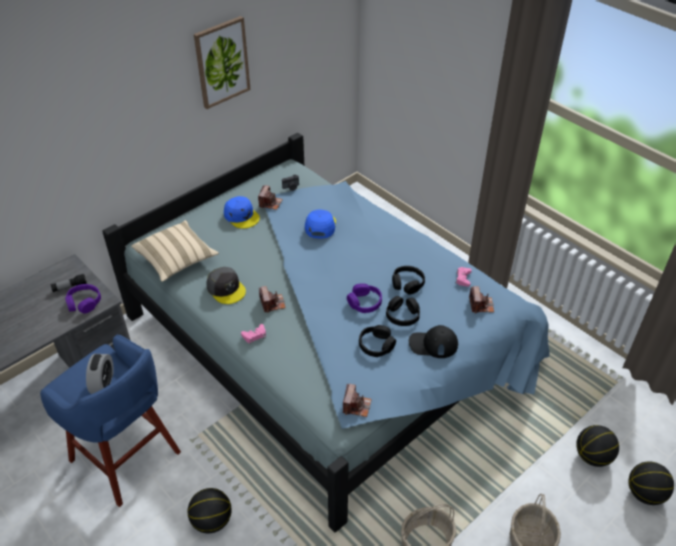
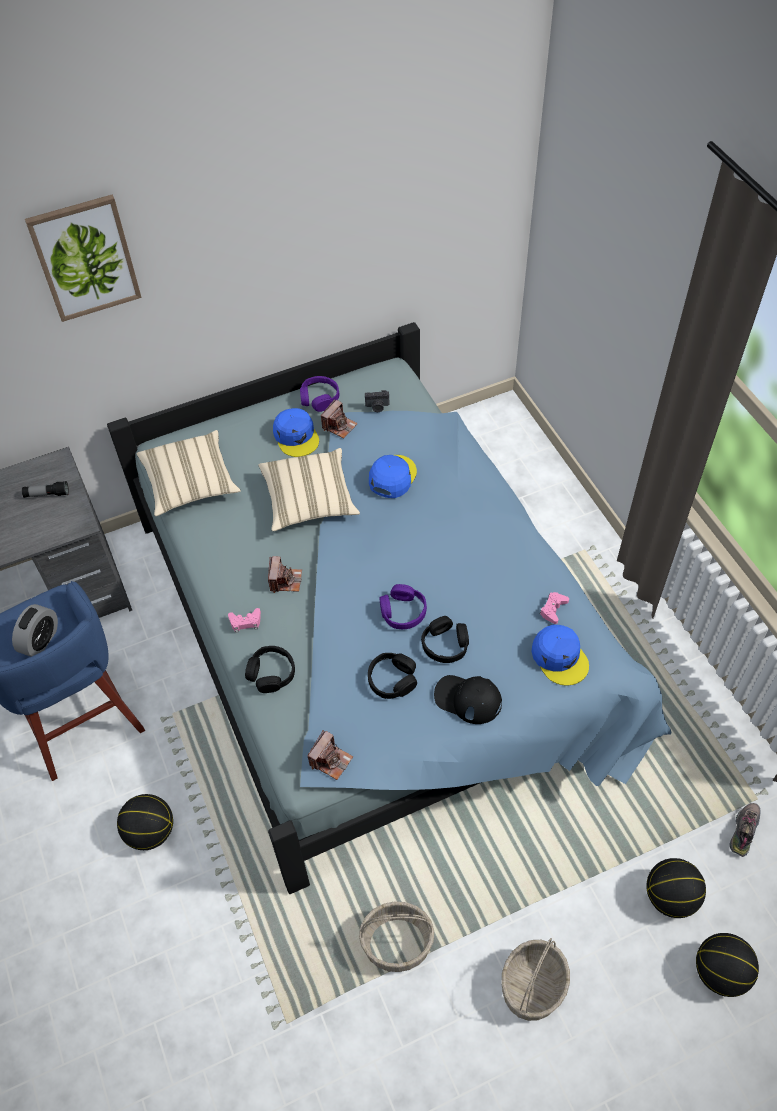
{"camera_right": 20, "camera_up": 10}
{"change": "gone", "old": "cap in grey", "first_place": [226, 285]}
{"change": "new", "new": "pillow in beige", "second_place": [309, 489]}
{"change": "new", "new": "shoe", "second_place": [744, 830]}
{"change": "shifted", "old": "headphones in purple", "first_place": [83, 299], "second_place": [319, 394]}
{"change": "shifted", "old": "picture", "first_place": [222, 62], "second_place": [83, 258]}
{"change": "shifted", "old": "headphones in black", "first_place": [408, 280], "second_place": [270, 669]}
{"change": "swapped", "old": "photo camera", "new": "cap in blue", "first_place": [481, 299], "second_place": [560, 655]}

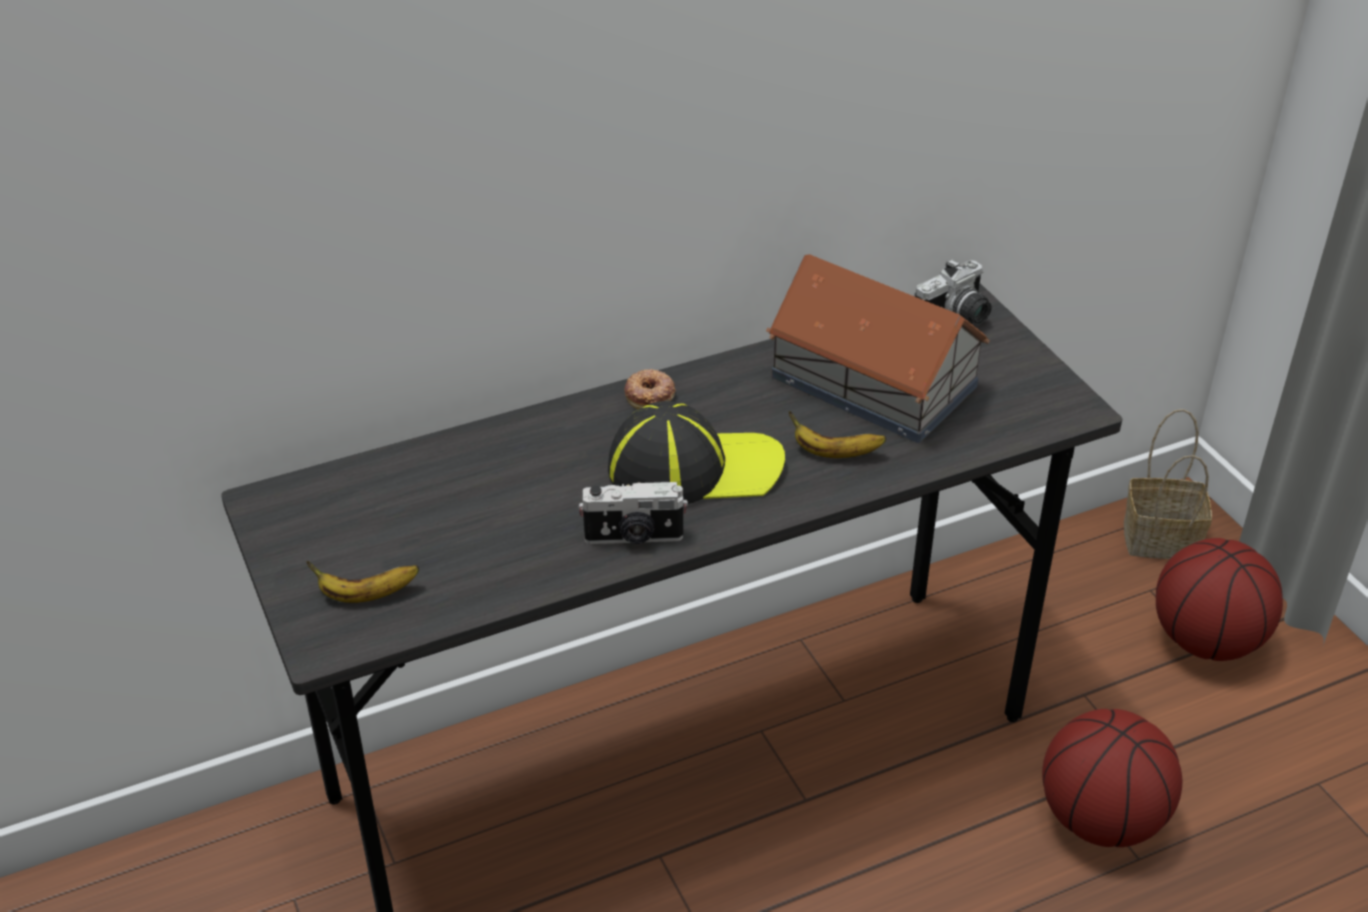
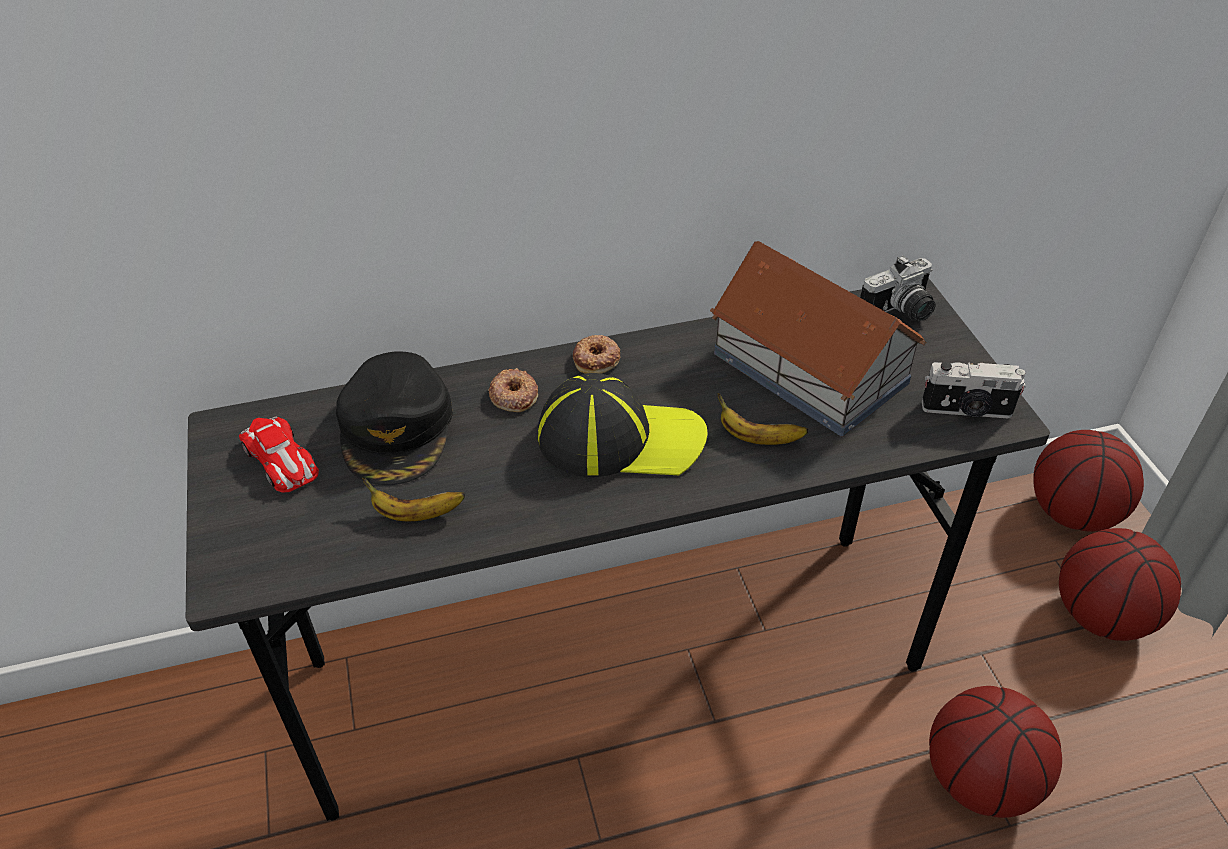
{"camera_right": 10, "camera_up": 5}
{"change": "new", "new": "toy car", "second_place": [279, 455]}
{"change": "new", "new": "cap in black", "second_place": [394, 418]}
{"change": "new", "new": "donut", "second_place": [513, 390]}
{"change": "shifted", "old": "banana", "first_place": [362, 582], "second_place": [413, 499]}
{"change": "shifted", "old": "photo camera", "first_place": [633, 512], "second_place": [974, 390]}
{"change": "swapped", "old": "basket", "new": "basketball", "first_place": [1168, 484], "second_place": [1089, 481]}

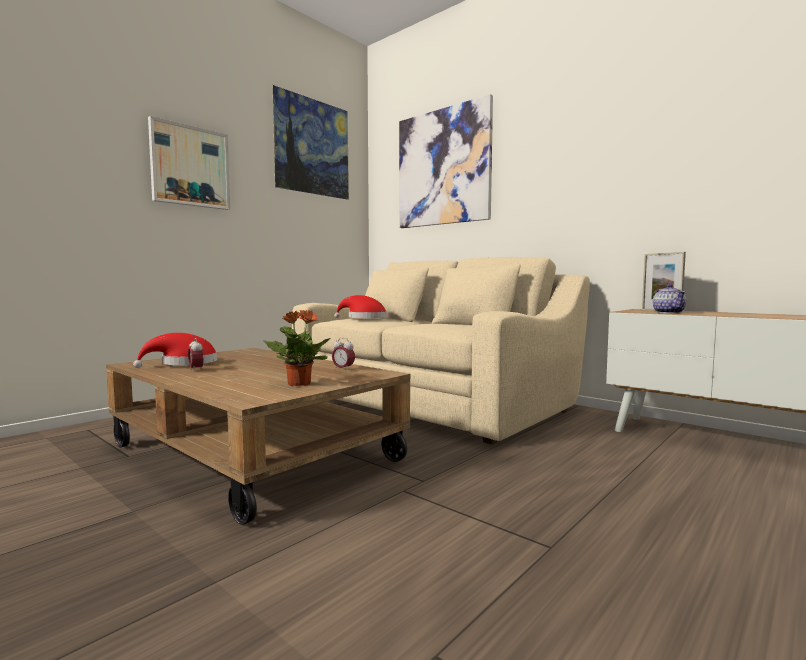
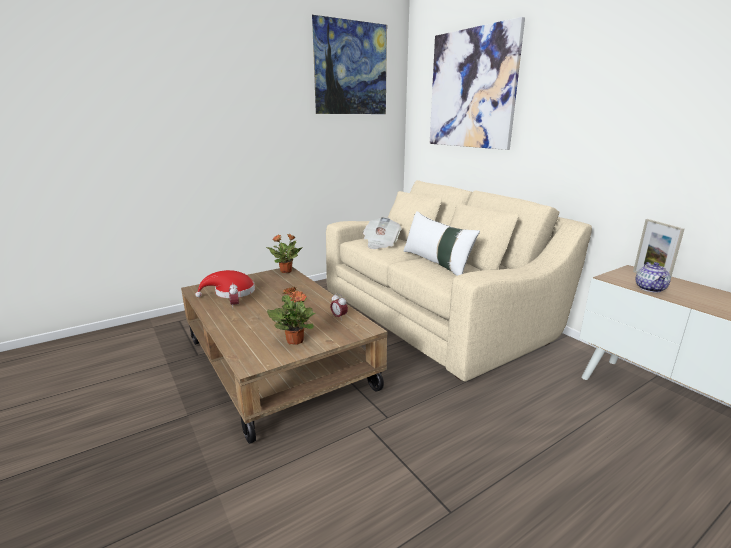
{"camera_right": 15, "camera_up": 15}
{"change": "gone", "old": "picture", "first_place": [189, 163]}
{"change": "new", "new": "potted plant", "second_place": [284, 253]}
{"change": "new", "new": "pillow in white", "second_place": [441, 243]}
{"change": "swapped", "old": "hat in red", "new": "newspaper", "first_place": [360, 306], "second_place": [382, 233]}

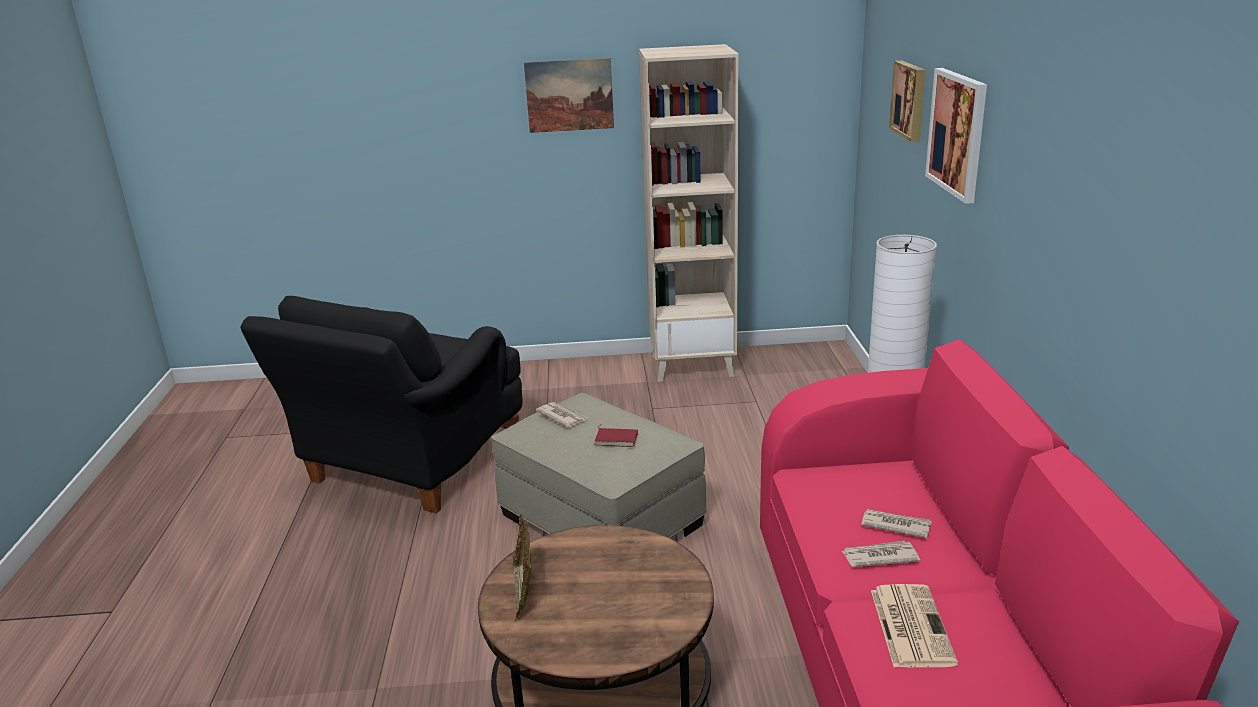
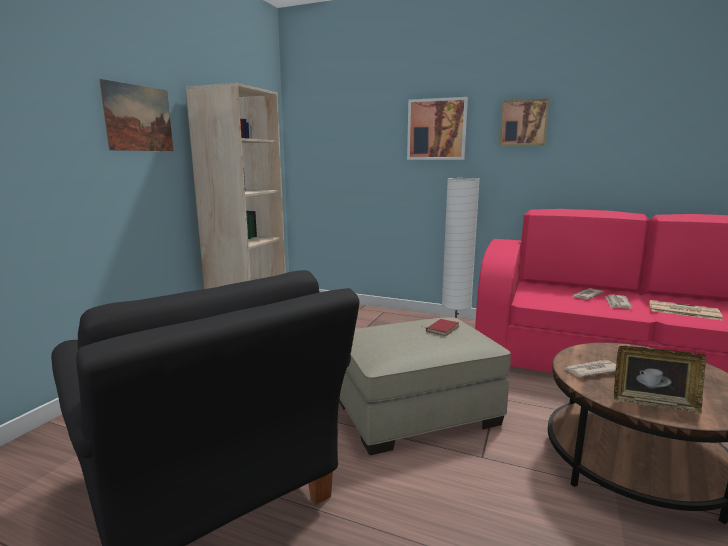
{"camera_right": -65, "camera_up": -10}
{"change": "shifted", "old": "newspaper", "first_place": [562, 415], "second_place": [590, 368]}
{"change": "shifted", "old": "picture", "first_place": [907, 101], "second_place": [524, 122]}

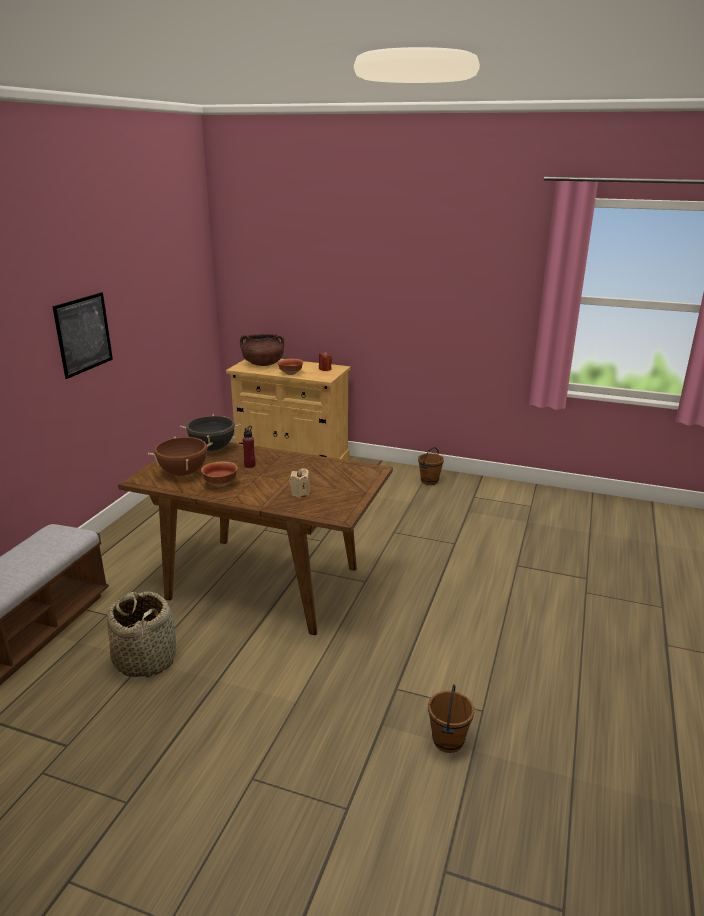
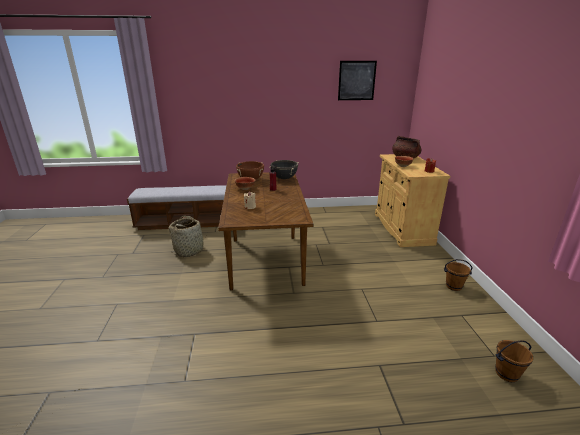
{"camera_right": 65, "camera_up": 0}
{"change": "shifted", "old": "picture", "first_place": [82, 335], "second_place": [357, 80]}
{"change": "shifted", "old": "bucket in brown", "first_place": [451, 718], "second_place": [514, 361]}

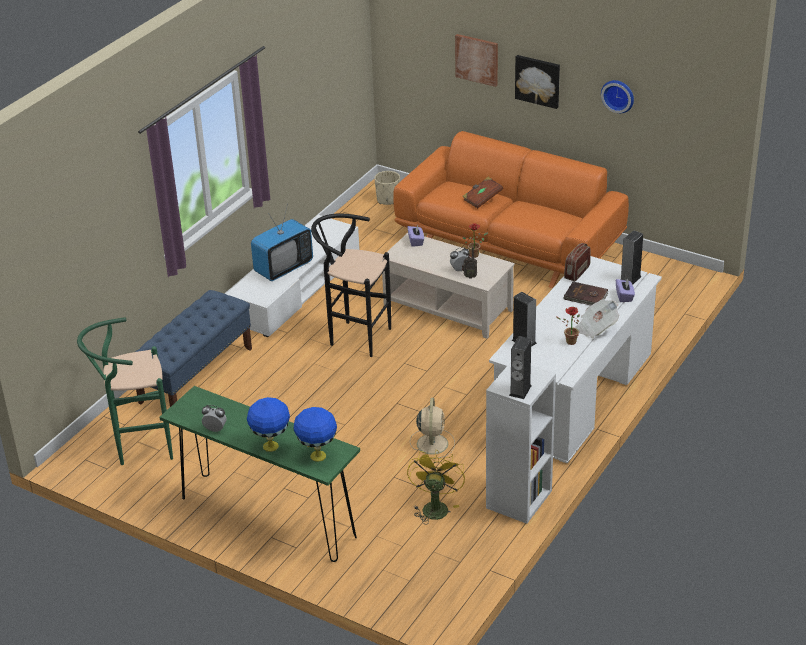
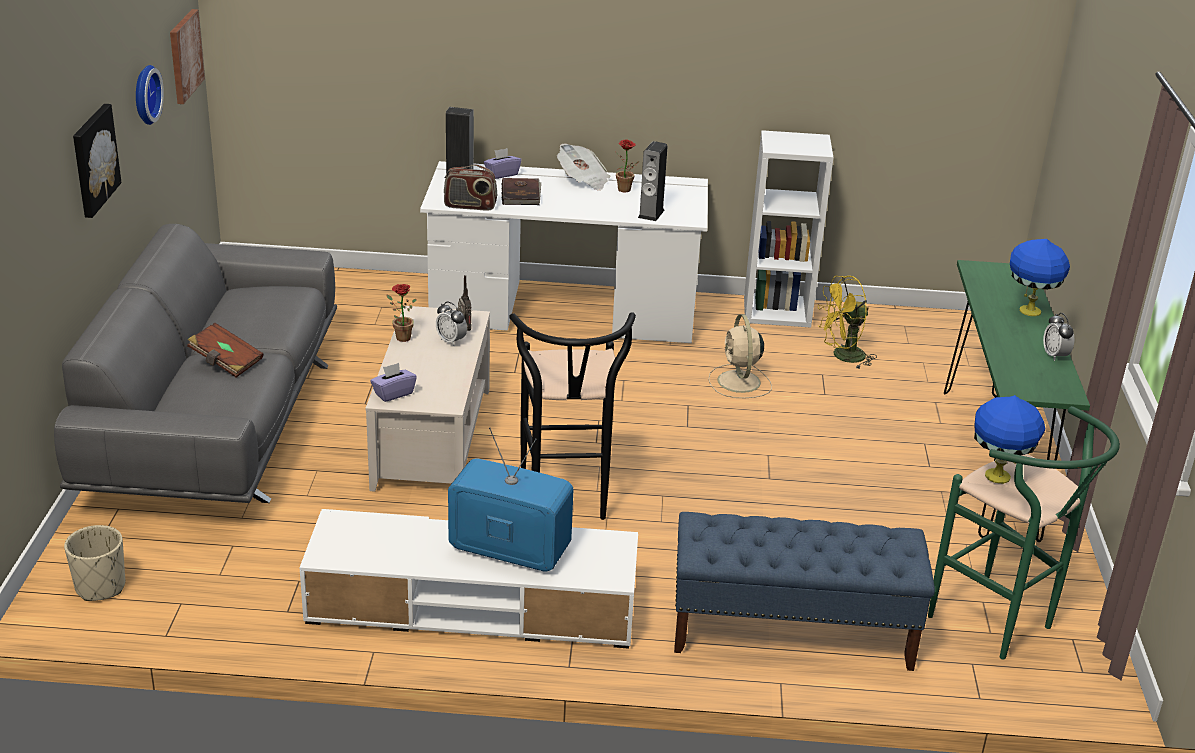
{"camera_right": -120, "camera_up": -5}
{"change": "gone", "old": "speaker", "first_place": [520, 367]}
{"change": "shifted", "old": "table lamp in blue", "first_place": [315, 434], "second_place": [1009, 439]}
{"change": "shifted", "old": "picture", "first_place": [476, 60], "second_place": [187, 56]}
{"change": "repainted", "old": "sofa in orange", "new": "sofa in grey", "first_place": [511, 209], "second_place": [195, 363]}
{"change": "rotated", "old": "fan in beige", "first_place": [432, 428], "second_place": [740, 356], "degrees": -75}

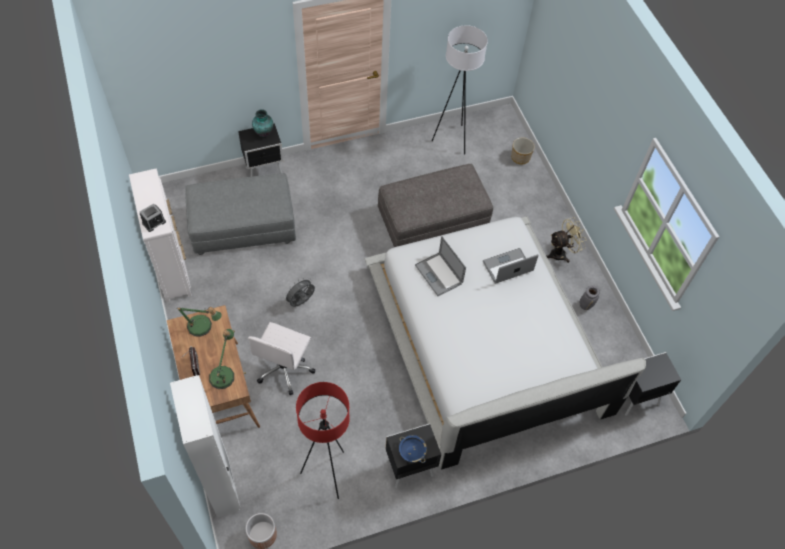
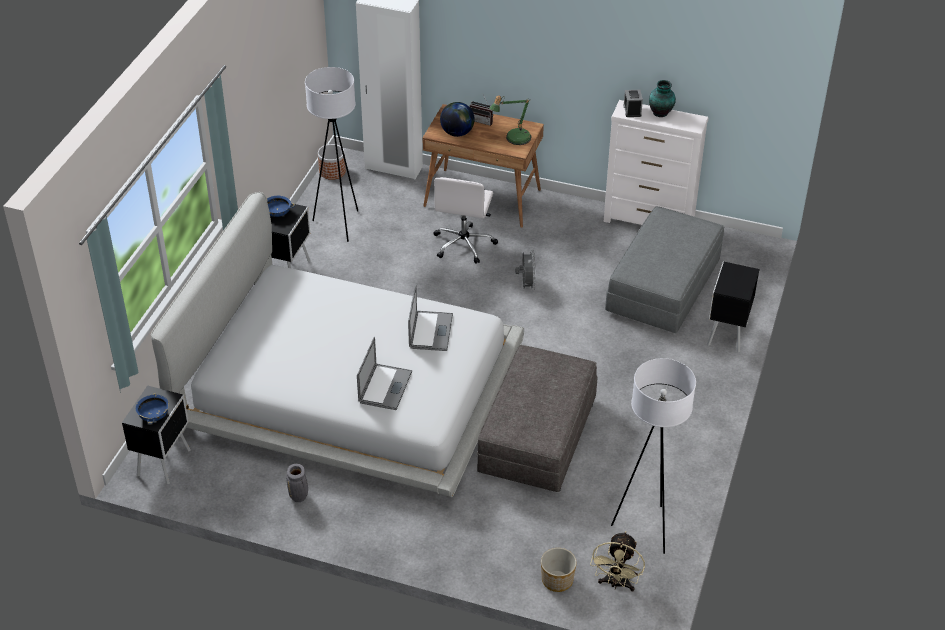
{"camera_right": 130, "camera_up": -15}
{"change": "new", "new": "bowl in blue", "second_place": [152, 409]}
{"change": "shifted", "old": "vase", "first_place": [262, 123], "second_place": [662, 98]}
{"change": "shifted", "old": "fan in beige", "first_place": [566, 240], "second_place": [617, 561]}
{"change": "swapped", "old": "table lamp", "new": "globe", "first_place": [221, 359], "second_place": [457, 119]}
{"change": "repainted", "old": "floor lamp in red", "new": "floor lamp in white", "first_place": [323, 440], "second_place": [331, 154]}
{"change": "rotated", "old": "office chair in white", "first_place": [281, 358], "second_place": [465, 220], "degrees": -135}
{"change": "rotated", "old": "laptop", "first_place": [440, 266], "second_place": [430, 317], "degrees": 90}

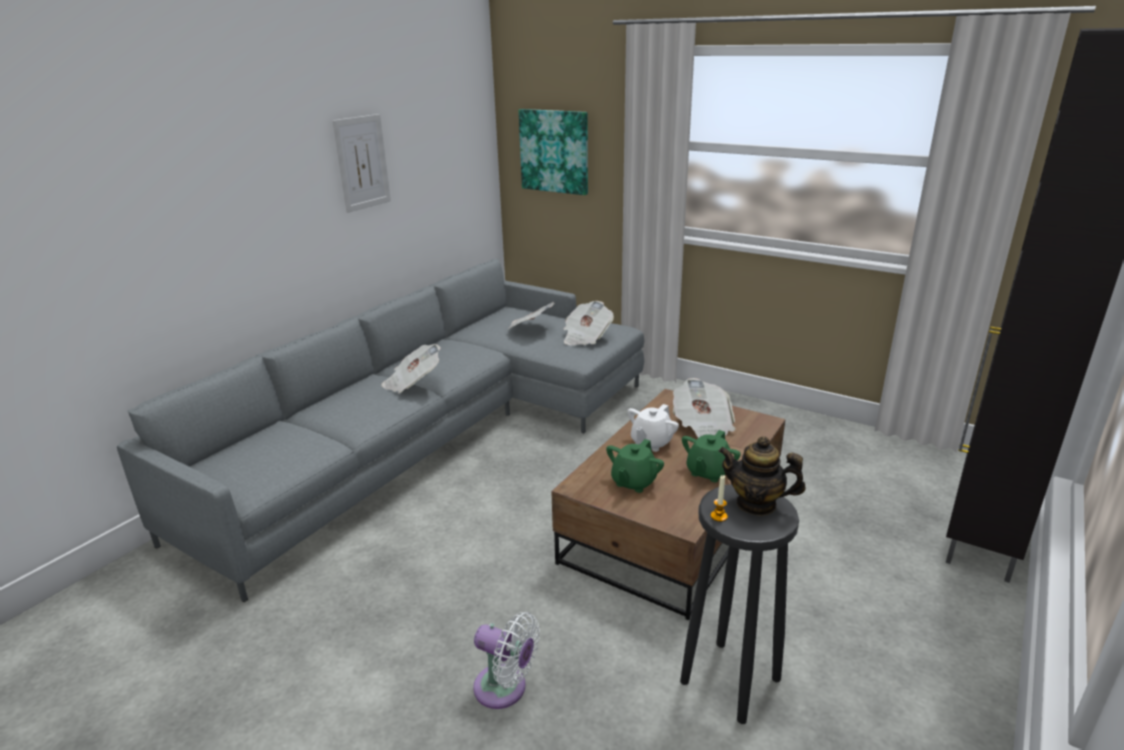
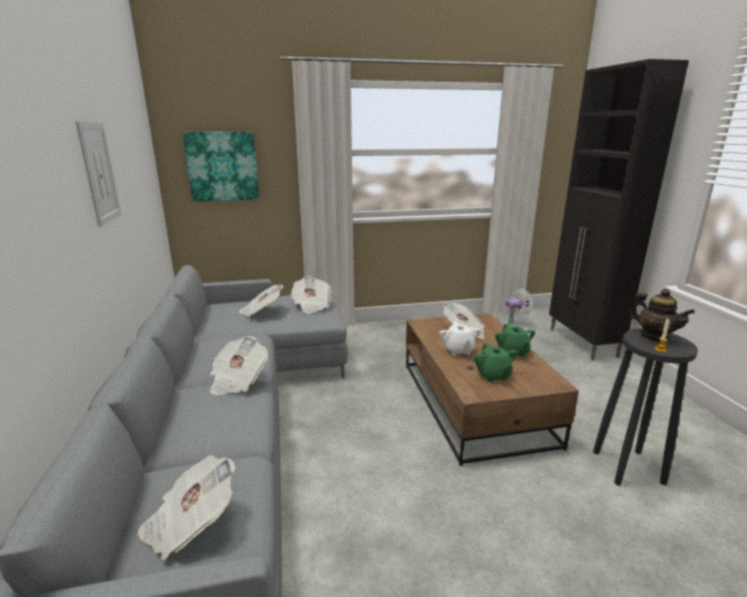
{"camera_right": -45, "camera_up": -5}
{"change": "new", "new": "newspaper", "second_place": [187, 507]}
{"change": "shifted", "old": "fan in white", "first_place": [506, 660], "second_place": [517, 308]}
{"change": "rotated", "old": "teapot", "first_place": [761, 476], "second_place": [662, 315], "degrees": -105}

